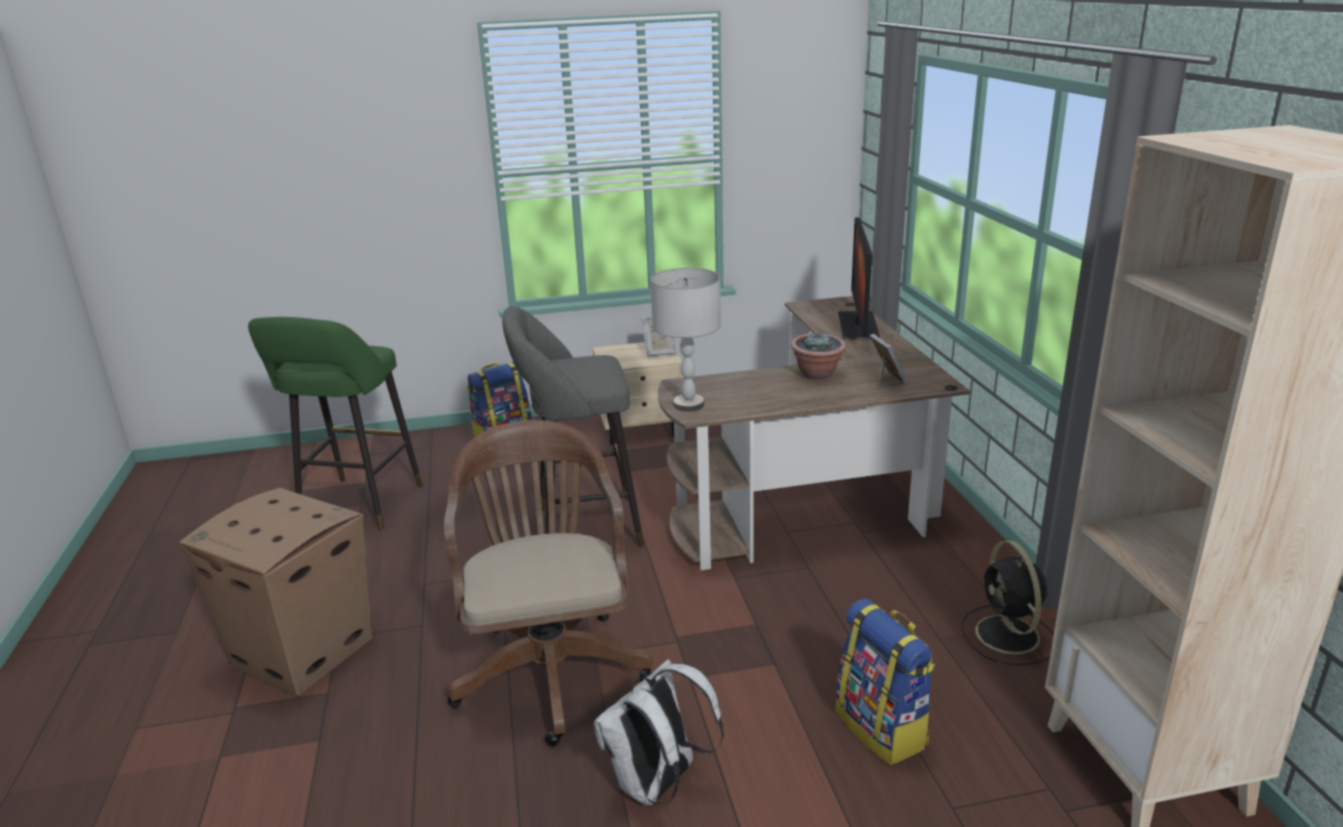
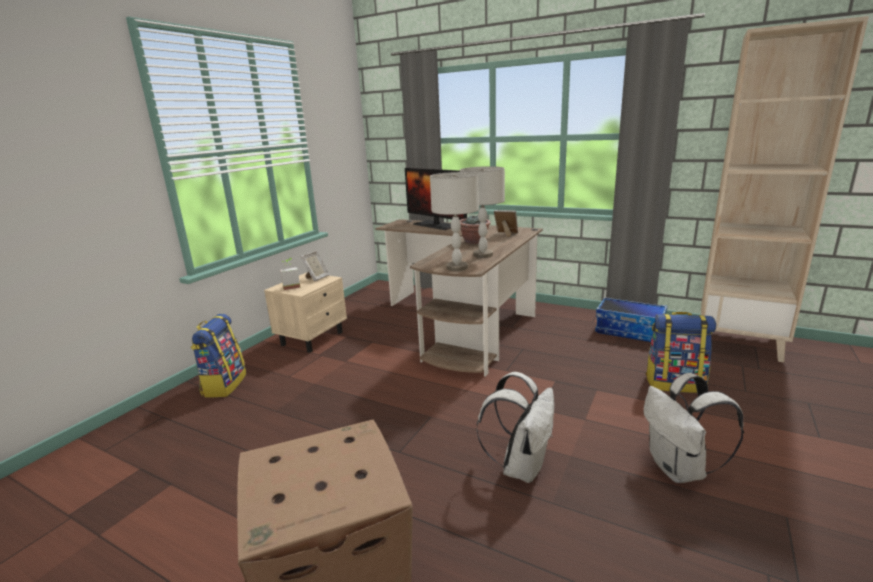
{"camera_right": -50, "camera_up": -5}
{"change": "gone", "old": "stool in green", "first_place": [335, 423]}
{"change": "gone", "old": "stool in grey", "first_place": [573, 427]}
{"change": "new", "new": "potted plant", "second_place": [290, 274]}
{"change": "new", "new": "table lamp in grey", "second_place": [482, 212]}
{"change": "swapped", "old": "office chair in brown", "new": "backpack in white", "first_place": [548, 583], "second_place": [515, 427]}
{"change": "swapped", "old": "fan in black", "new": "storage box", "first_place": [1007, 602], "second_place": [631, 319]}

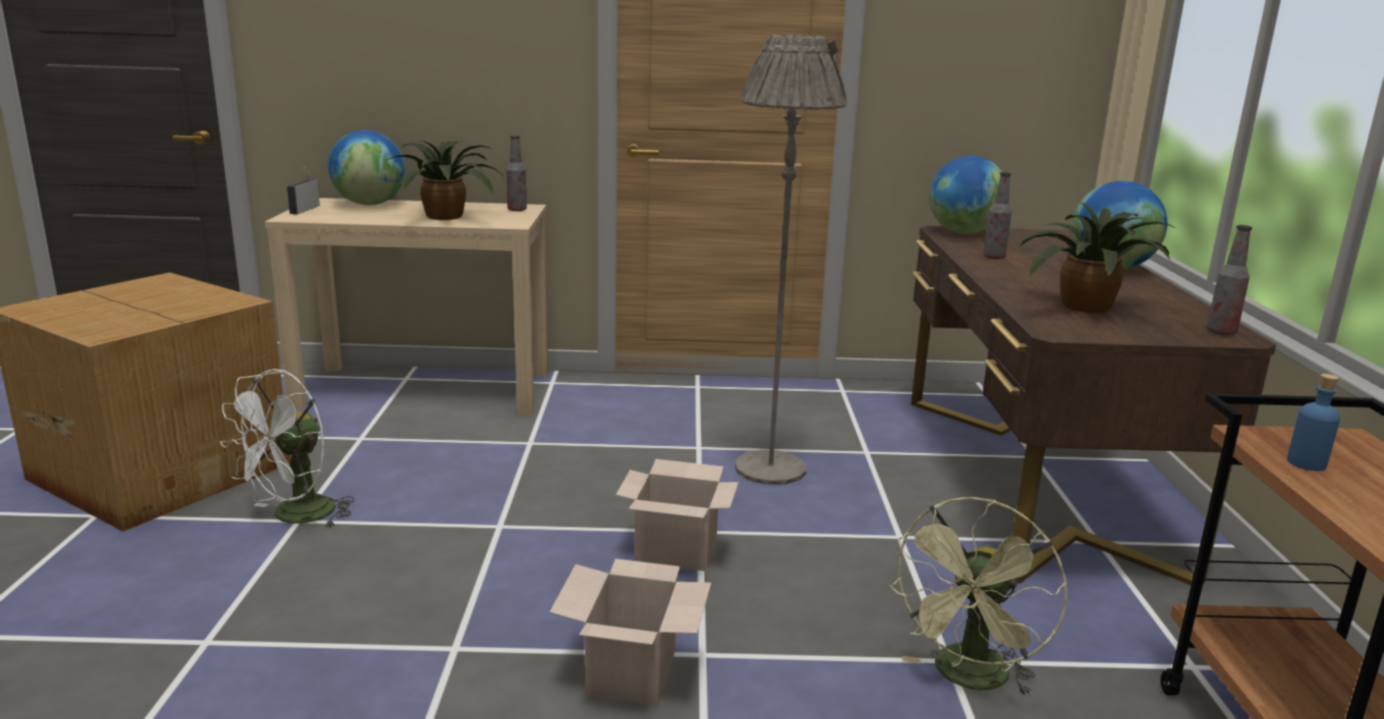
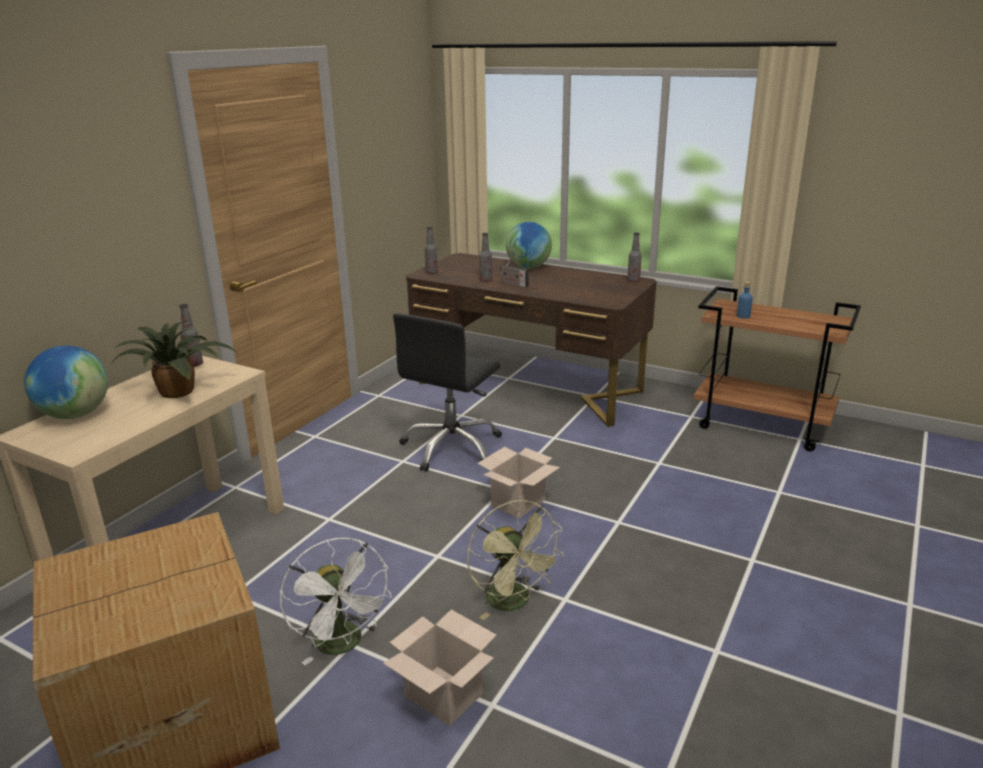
{"camera_right": -60, "camera_up": 5}
{"change": "gone", "old": "potted plant", "first_place": [1098, 257]}
{"change": "shifted", "old": "radio", "first_place": [303, 190], "second_place": [514, 273]}
{"change": "shifted", "old": "cardboard box", "first_place": [630, 632], "second_place": [439, 668]}
{"change": "shifted", "old": "fan in green", "first_place": [978, 597], "second_place": [515, 560]}
{"change": "swapped", "old": "floor lamp in grey", "new": "office chair in black", "first_place": [791, 259], "second_place": [447, 392]}
{"change": "swapped", "old": "globe", "new": "bottle", "first_place": [965, 195], "second_place": [431, 250]}

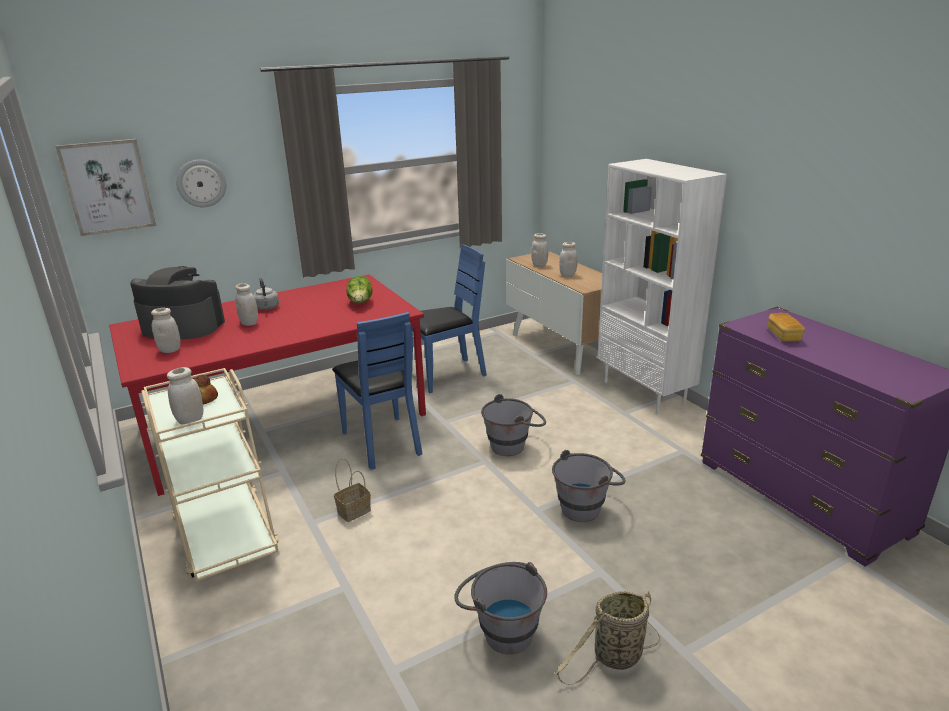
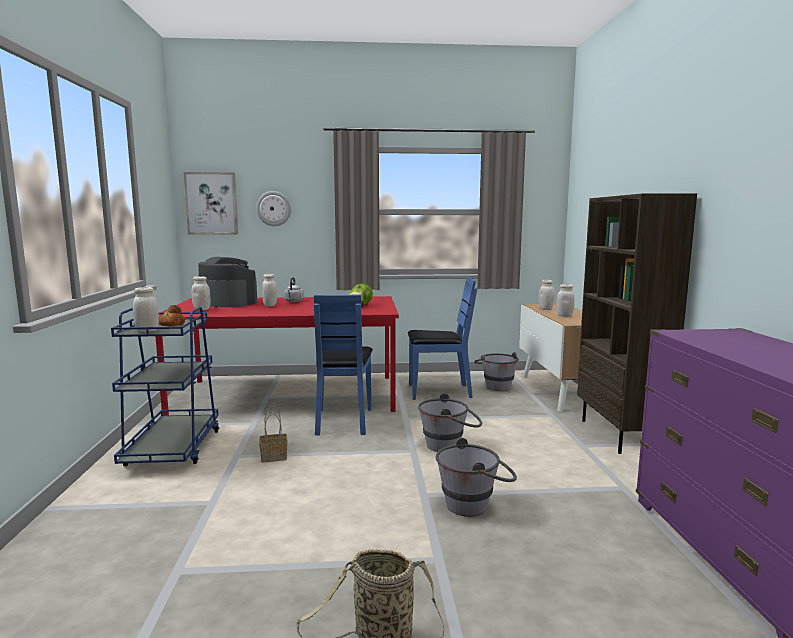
{"camera_right": 25, "camera_up": -15}
{"change": "gone", "old": "bread", "first_place": [786, 327]}
{"change": "shifted", "old": "bucket in grey", "first_place": [500, 608], "second_place": [496, 371]}
{"change": "repainted", "old": "cart in beige", "new": "cart in blue", "first_place": [210, 474], "second_place": [165, 386]}
{"change": "repainted", "old": "bookcase in white", "new": "bookcase in brown", "first_place": [662, 286], "second_place": [637, 323]}

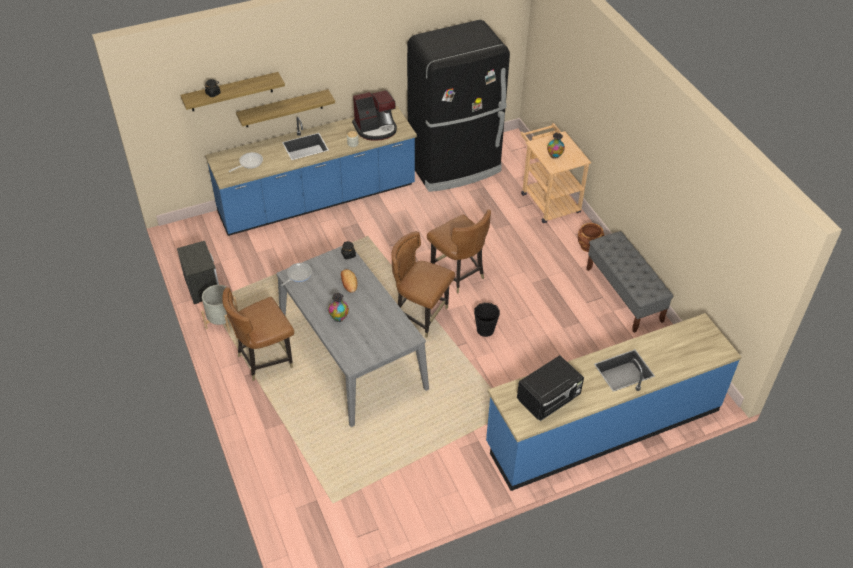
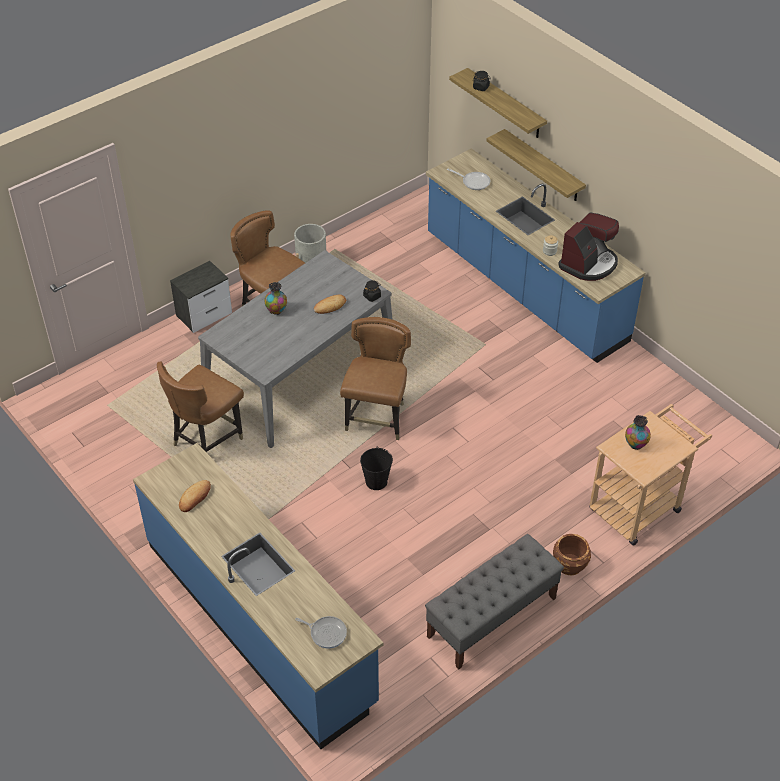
{"camera_right": 75, "camera_up": 0}
{"change": "gone", "old": "fridge in black", "first_place": [458, 106]}
{"change": "shifted", "old": "nightstand", "first_place": [198, 272], "second_place": [201, 297]}
{"change": "shifted", "old": "frying pan", "first_place": [297, 274], "second_place": [321, 632]}
{"change": "shifted", "old": "chair in brown", "first_place": [459, 251], "second_place": [200, 407]}
{"change": "swapped", "old": "microwave in black", "new": "bread", "first_place": [550, 388], "second_place": [195, 496]}
{"change": "rotated", "old": "coffee machine", "first_place": [374, 115], "second_place": [588, 247], "degrees": -105}

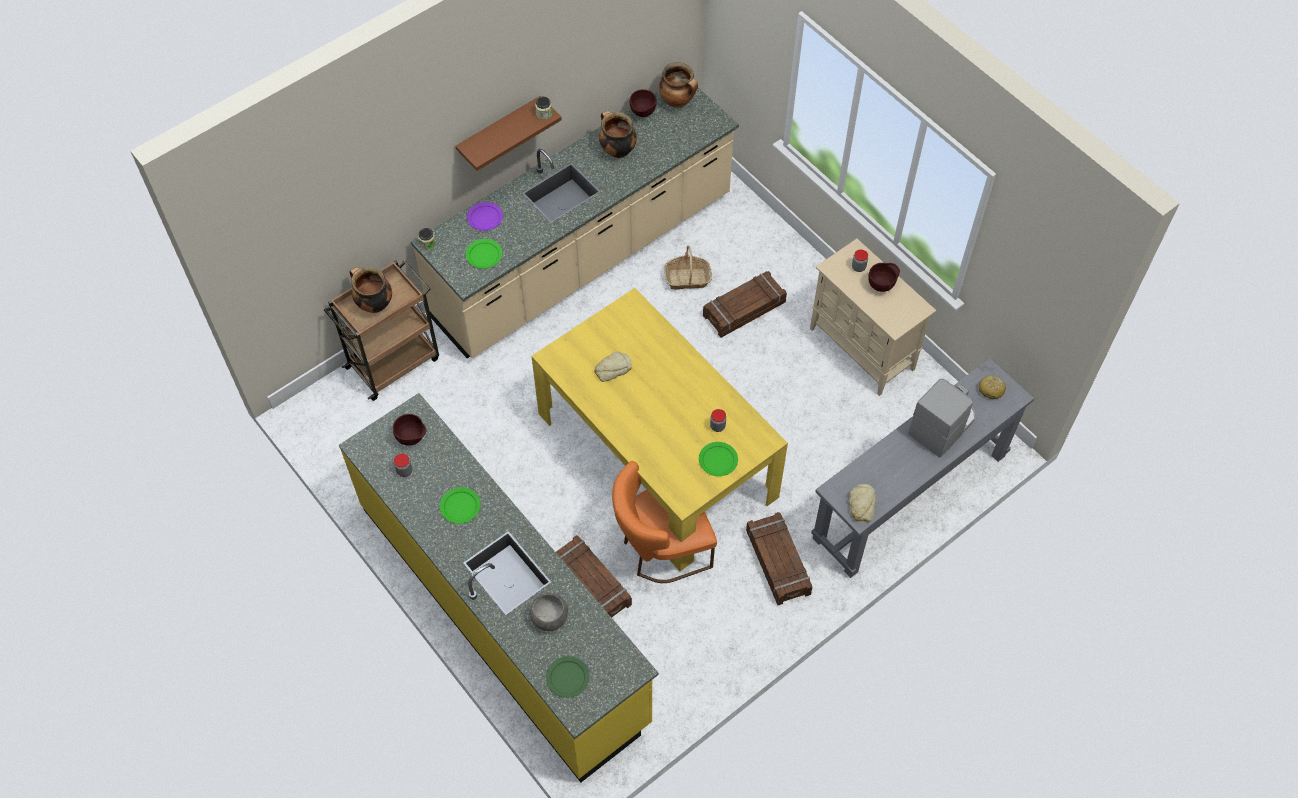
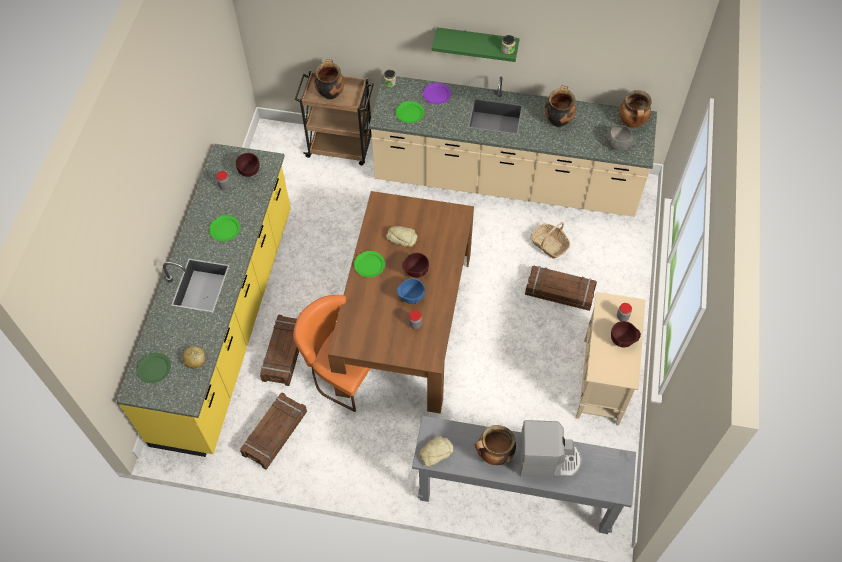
{"camera_right": 50, "camera_up": 0}
{"change": "new", "new": "bowl in blue", "second_place": [411, 291]}
{"change": "new", "new": "cooking pot", "second_place": [495, 445]}
{"change": "shifted", "old": "bowl in grey", "first_place": [548, 612], "second_place": [620, 138]}
{"change": "shifted", "old": "bowl in brown", "first_place": [643, 103], "second_place": [415, 265]}
{"change": "shifted", "old": "plate in green", "first_place": [718, 459], "second_place": [369, 264]}
{"change": "shifted", "old": "crate", "first_place": [779, 558], "second_place": [273, 431]}
{"change": "shifted", "old": "bread", "first_place": [992, 387], "second_place": [194, 357]}
{"change": "repainted", "old": "shelf in brown", "new": "shelf in green", "first_place": [508, 133], "second_place": [476, 44]}
{"change": "repainted", "old": "dining table in yellow", "new": "dining table in brown", "first_place": [659, 429], "second_place": [401, 302]}

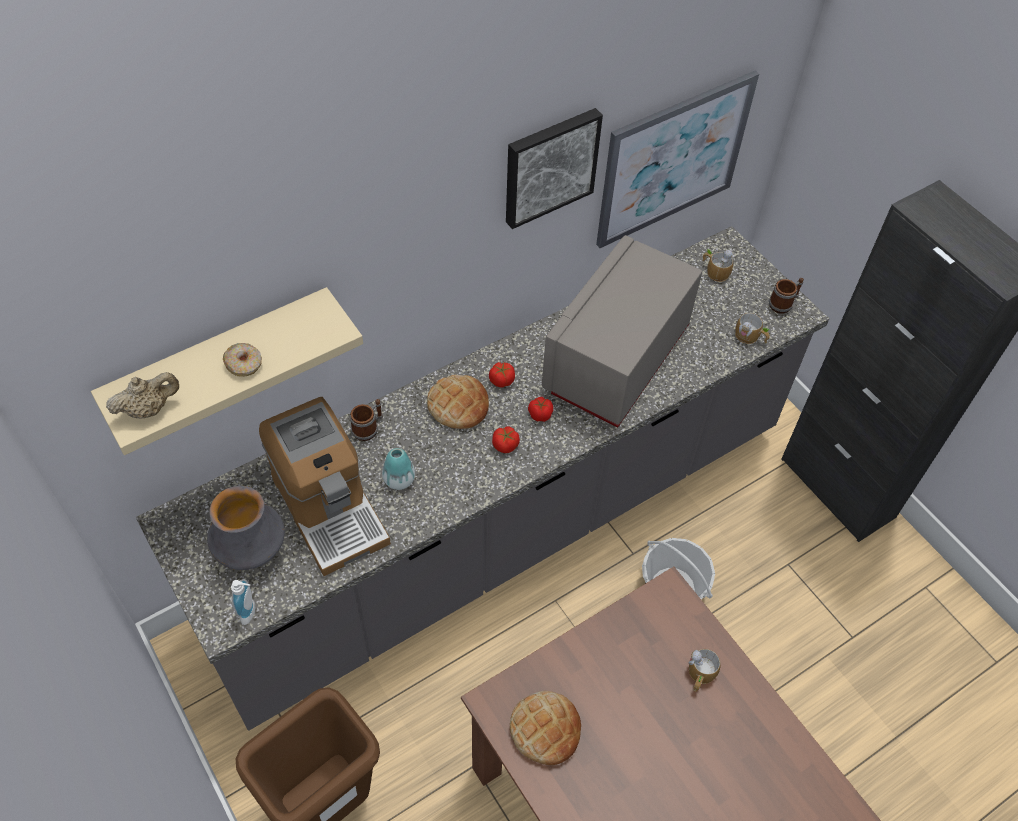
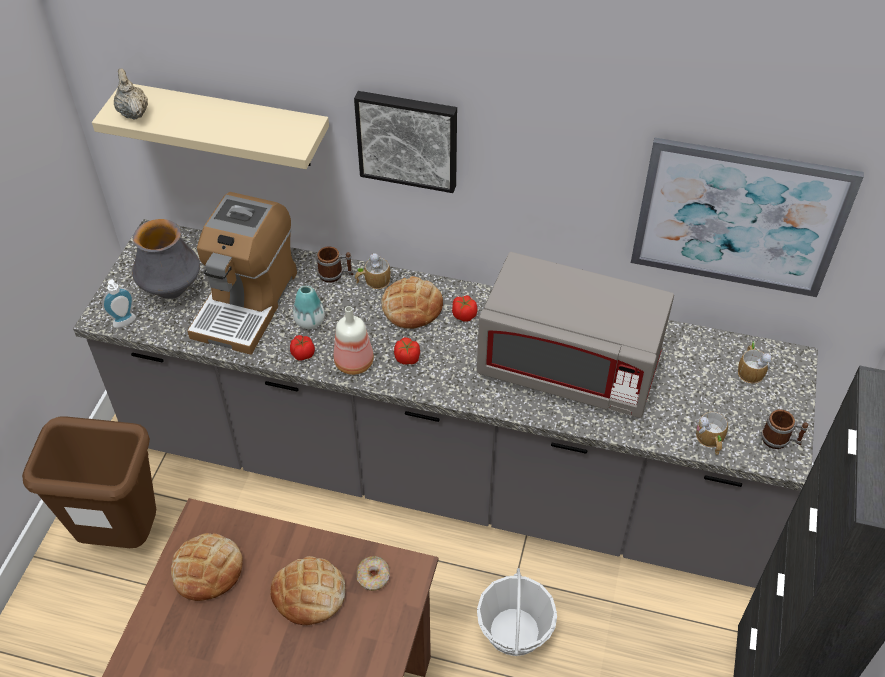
{"camera_right": 50, "camera_up": -5}
{"change": "new", "new": "bread", "second_place": [307, 590]}
{"change": "new", "new": "bottle", "second_place": [354, 340]}
{"change": "shifted", "old": "donut", "first_place": [242, 360], "second_place": [373, 573]}
{"change": "shifted", "old": "picture", "first_place": [554, 168], "second_place": [405, 142]}
{"change": "shifted", "old": "tomato", "first_place": [540, 409], "second_place": [302, 348]}
{"change": "shifted", "old": "mug", "first_place": [704, 670], "second_place": [373, 271]}
{"change": "rotated", "old": "teapot in beige", "first_place": [142, 395], "second_place": [131, 94], "degrees": -135}
{"change": "rotated", "old": "microwave in grey", "first_place": [622, 331], "second_place": [575, 335], "degrees": -150}

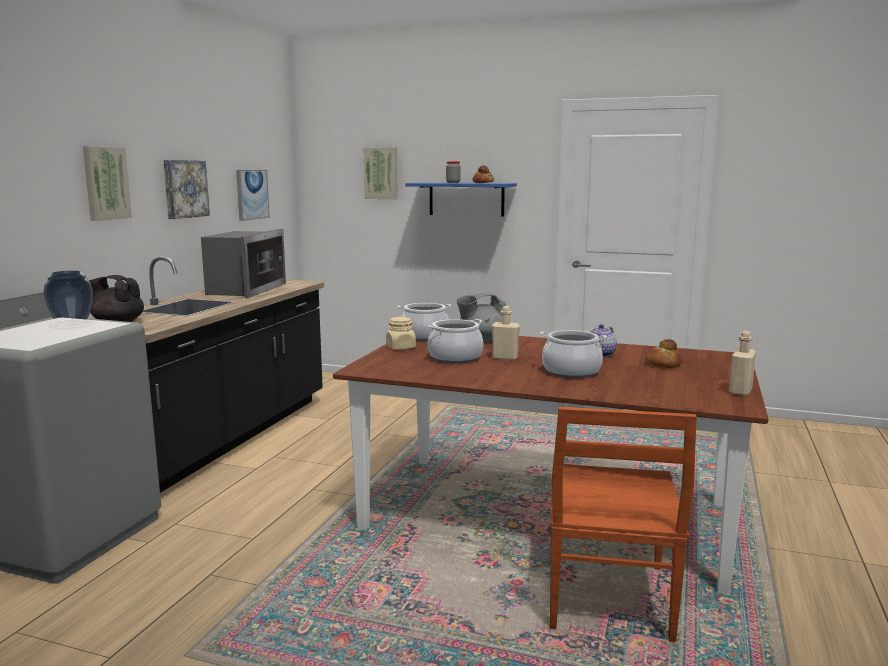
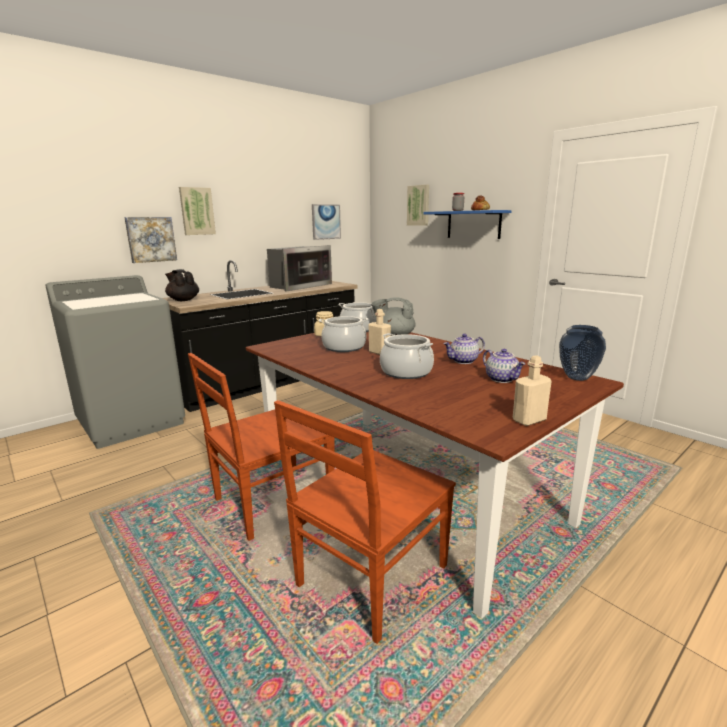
{"camera_right": 30, "camera_up": 5}
{"change": "new", "new": "chair in brown", "second_place": [261, 447]}
{"change": "shifted", "old": "vase", "first_place": [68, 300], "second_place": [582, 353]}
{"change": "shifted", "old": "picture", "first_place": [186, 189], "second_place": [150, 240]}
{"change": "swapped", "old": "bread", "new": "teapot", "first_place": [663, 353], "second_place": [504, 366]}

